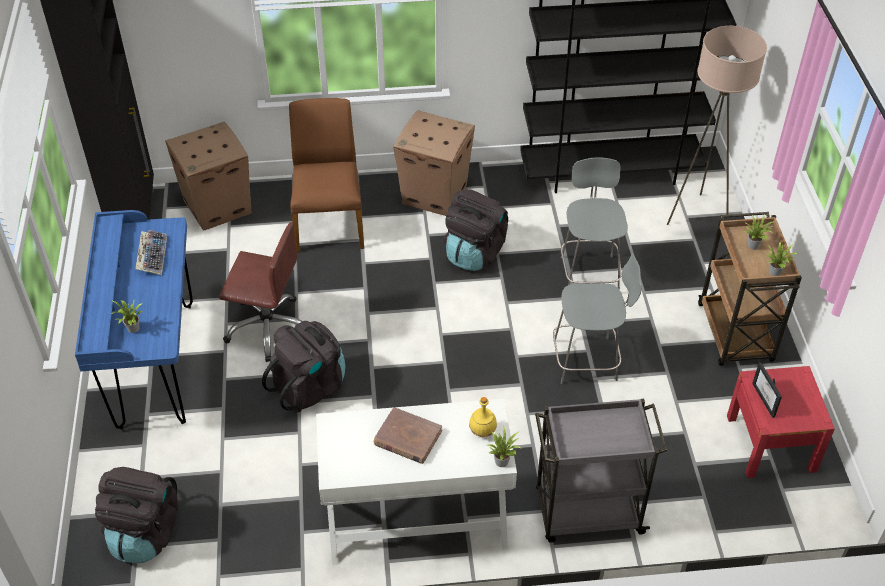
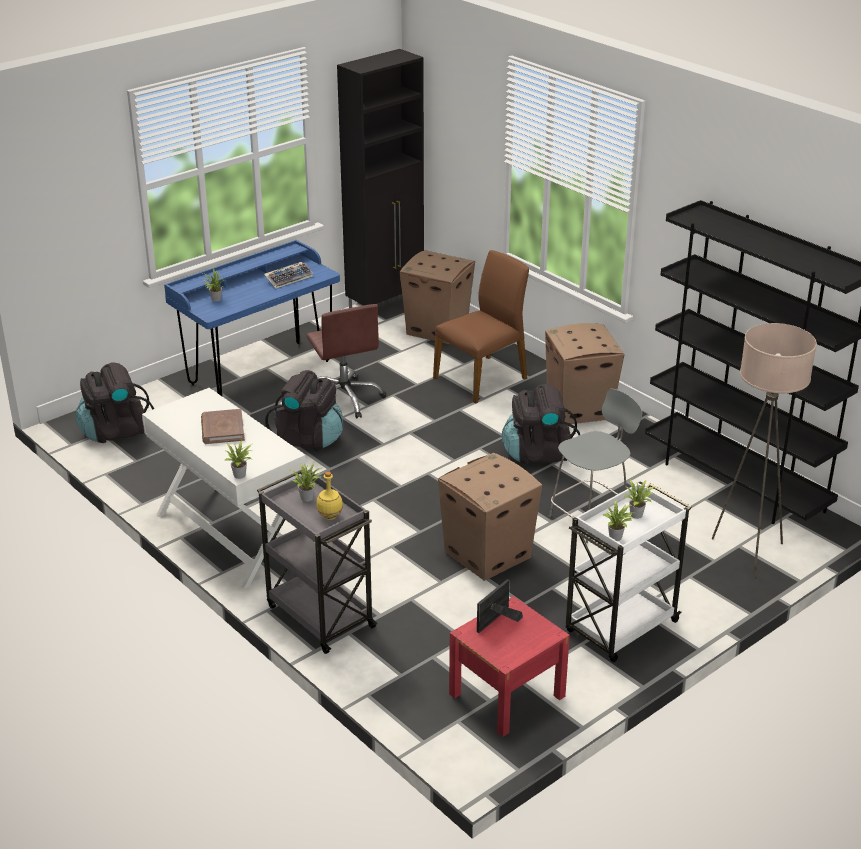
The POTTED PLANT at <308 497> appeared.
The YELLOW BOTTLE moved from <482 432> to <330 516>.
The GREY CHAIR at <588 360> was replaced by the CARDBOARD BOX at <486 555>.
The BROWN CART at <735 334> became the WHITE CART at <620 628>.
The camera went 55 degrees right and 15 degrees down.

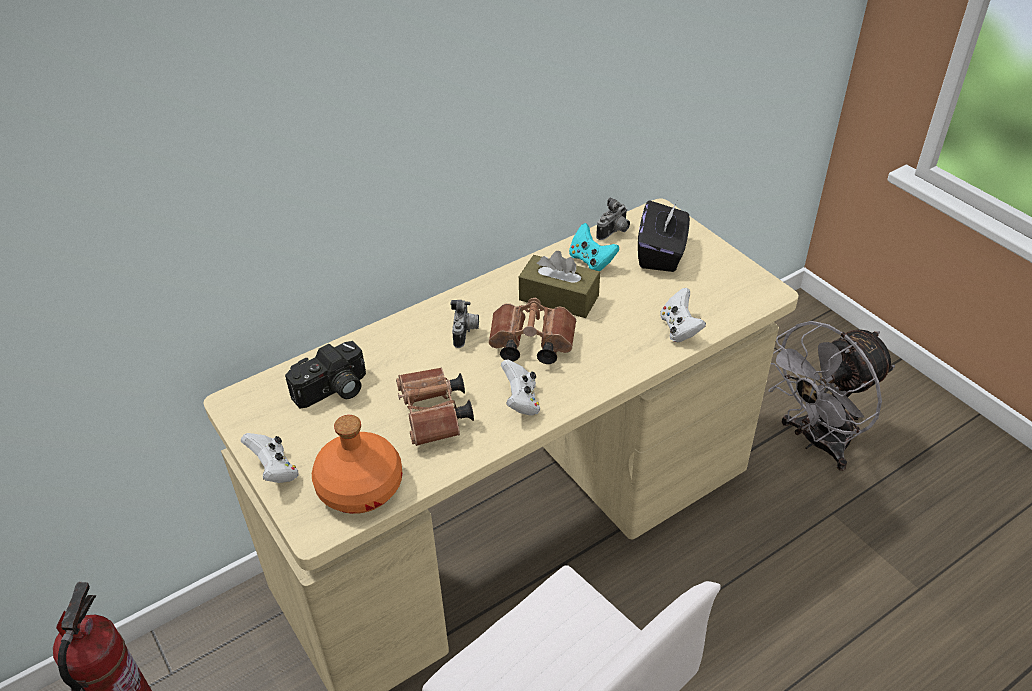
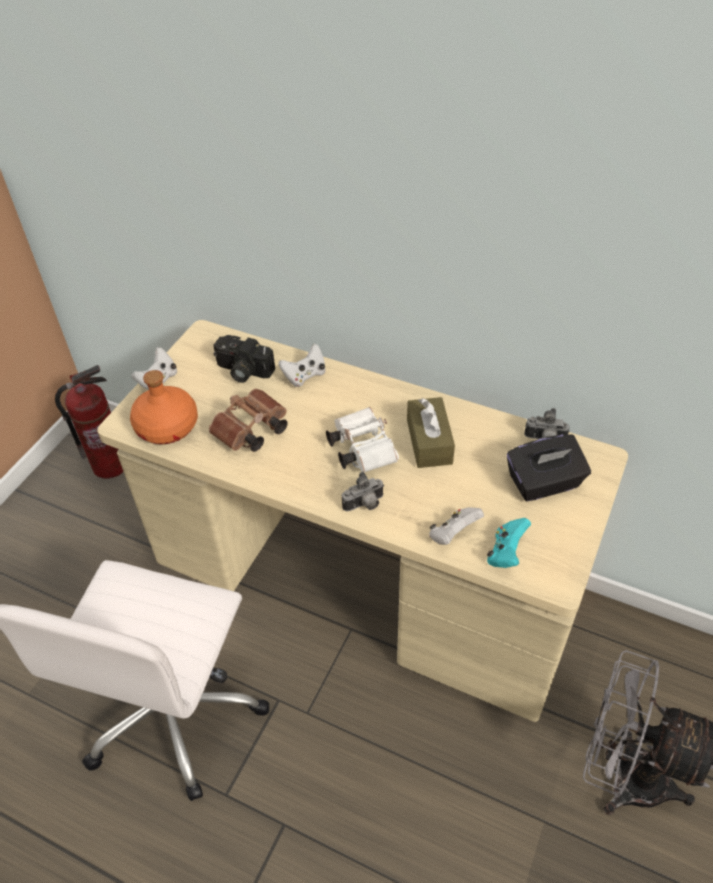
The PHOTO CAMERA moved from <466 333> to <365 505>.
The WHITE GAME CONTROLLER moved from <521 401> to <305 376>.
The TURQUOISE GAME CONTROLLER moved from <591 261> to <506 553>.
The BROWN BINOCULARS at <529 345> became the WHITE BINOCULARS at <361 448>.
The camera went 60 degrees right and 5 degrees up.

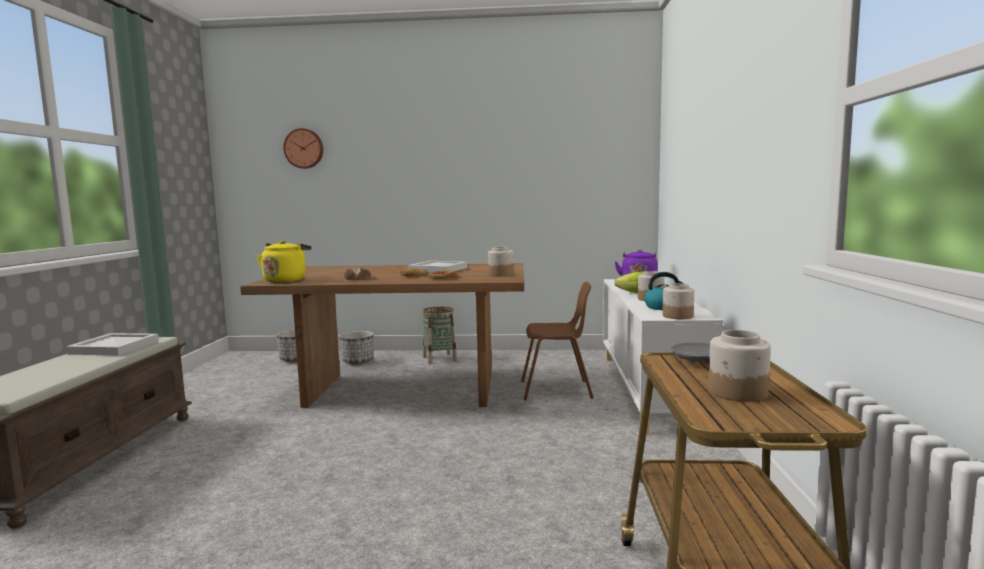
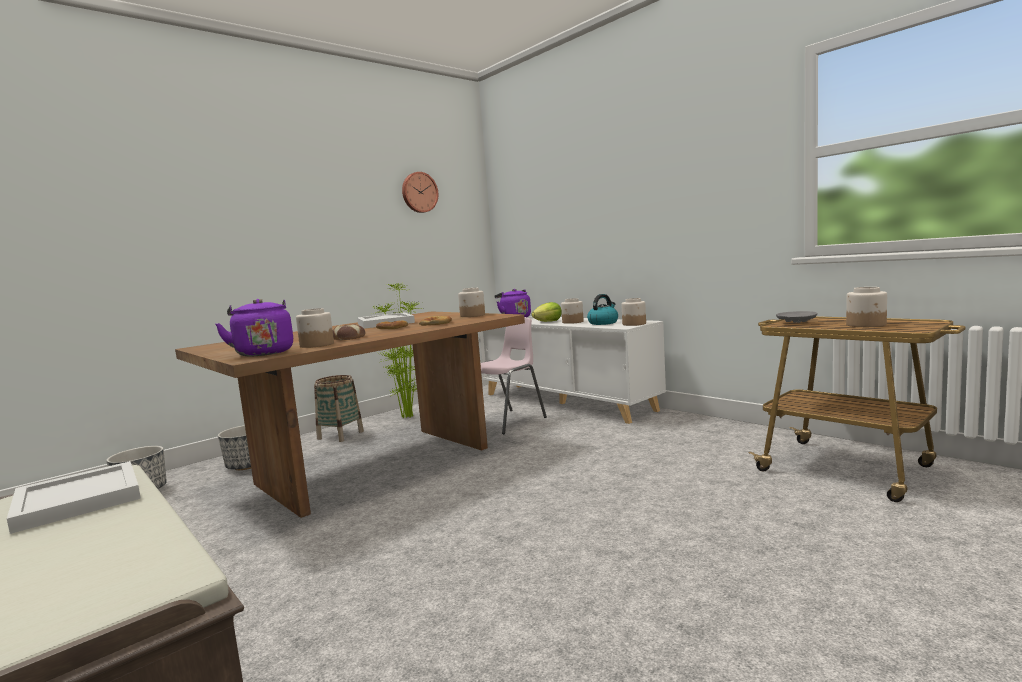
The JAR at <316 345> appeared.
The POTTED PLANT at <409 417> appeared.
The WALL CLOCK moved from <304 148> to <419 192>.
The YELLOW KETTLE at <286 280> became the PURPLE KETTLE at <263 353>.
The BROWN CHAIR at <557 390> became the PINK CHAIR at <508 421>.
The camera went 45 degrees left and 0 degrees up.

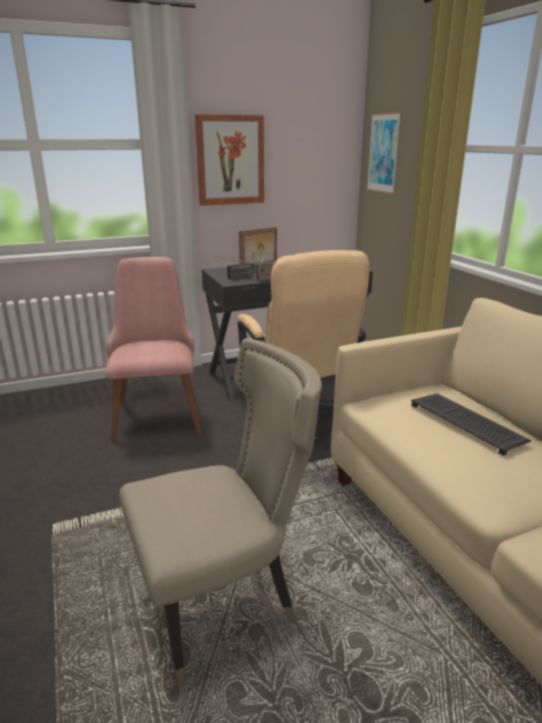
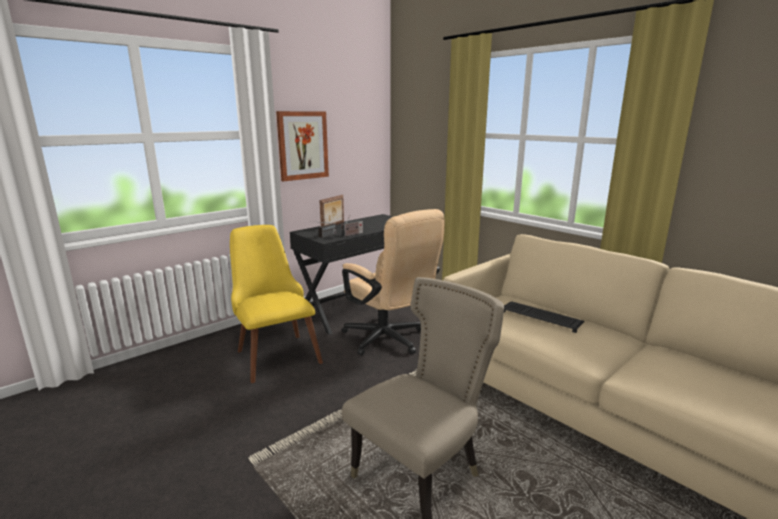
The PICTURE at <383 153> disappeared.
The PINK CHAIR at <157 410> became the YELLOW CHAIR at <274 352>.
The camera went 20 degrees left and 5 degrees down.

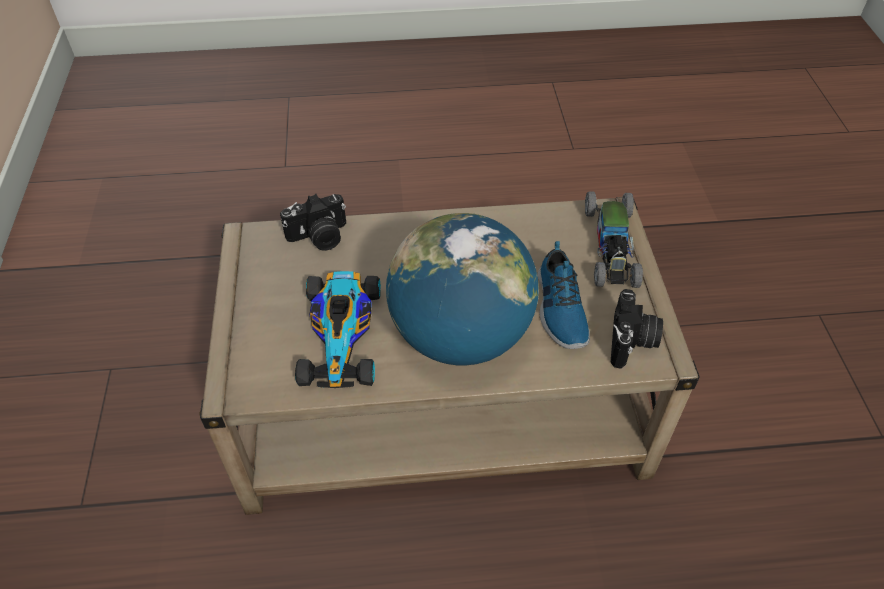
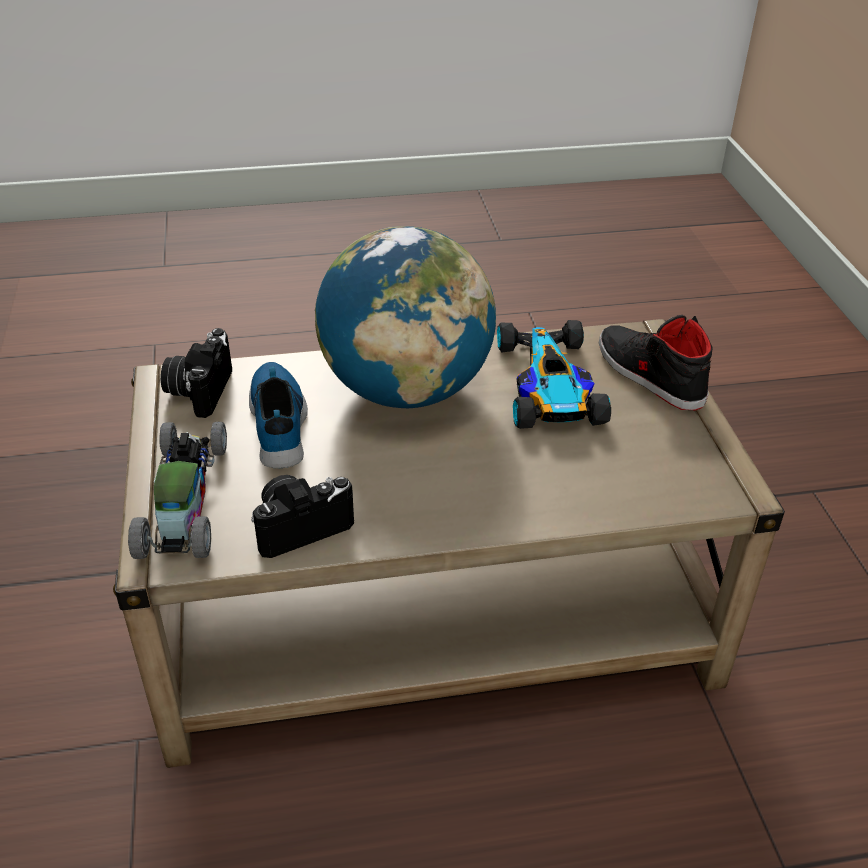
The BLACK SHOE at <648 374> appeared.
The PHOTO CAMERA moved from <319 237> to <300 526>.
The camera went 175 degrees right and 10 degrees down.

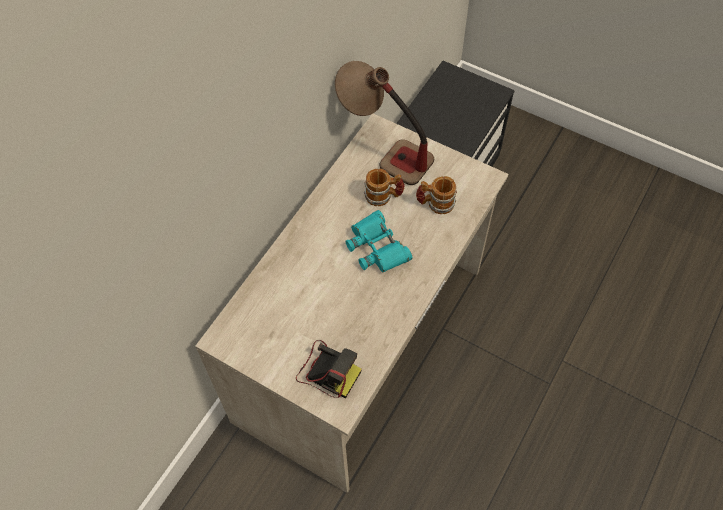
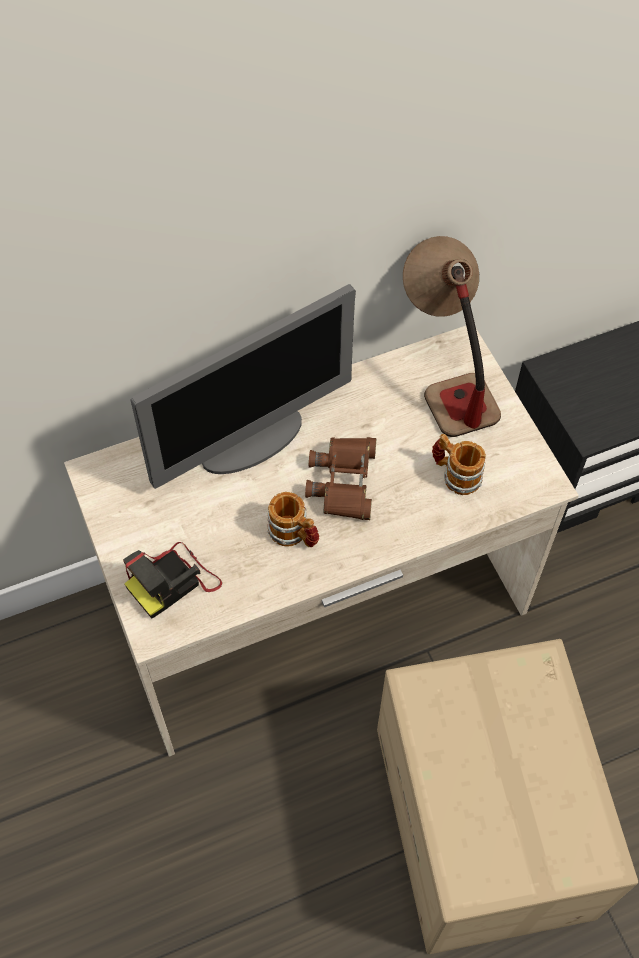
The MONITOR at <253 441> appeared.
The CARDBOARD BOX at <485 821> appeared.
The MUG moved from <383 196> to <294 535>.
The TURQUOISE BINOCULARS at <377 247> became the BROWN BINOCULARS at <344 481>.
The PHOTO CAMERA at <327 371> turned 75 degrees clockwise.
The camera went 35 degrees right and 0 degrees up.

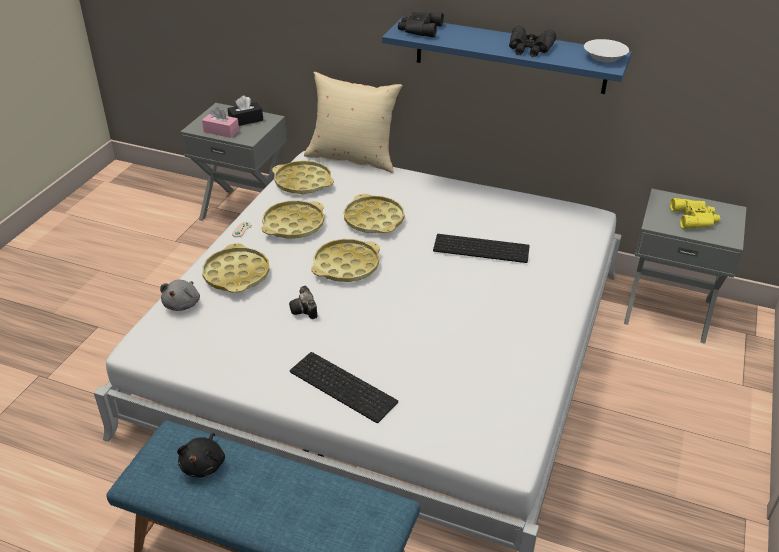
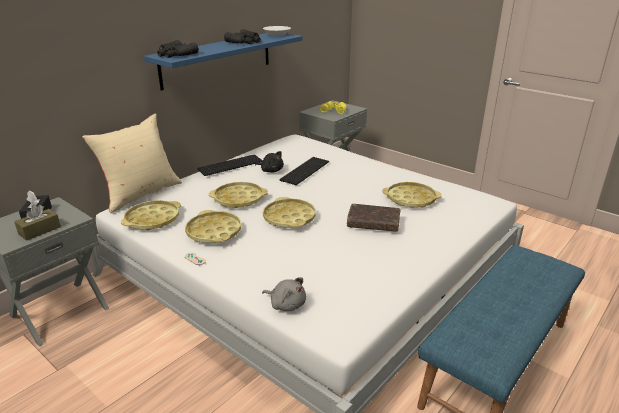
The PHOTO CAMERA at <305 310> disappeared.
The BROWN BOOK at <373 223> appeared.
The BLACK PLUSH TOY moved from <204 464> to <271 170>.
The YELLOW TRAY moved from <236 274> to <410 199>.
The KEYBOARD moved from <345 386> to <230 164>.
The PINK TISSUE BOX at <221 131> became the BROWN TISSUE BOX at <39 230>.
The camera went 70 degrees left and 10 degrees down.

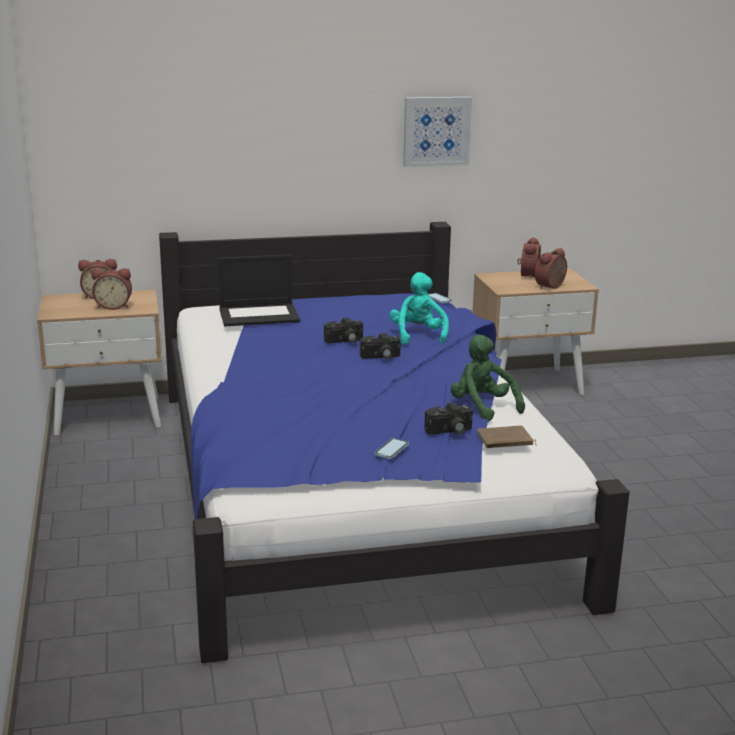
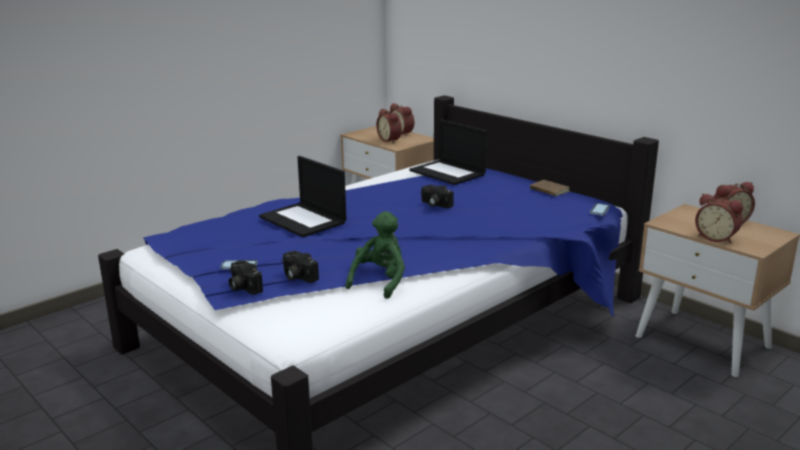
The TURQUOISE PLUSH TOY at <418 336> disappeared.
The PICTURE at <436 131> disappeared.
The LAPTOP at <304 220> appeared.
The PHOTO CAMERA moved from <380 357> to <242 287>.
The BROWN BOOK moved from <505 441> to <548 190>.
The ALARM CLOCK at <551 287> turned 150 degrees counterclockwise.
The camera went 60 degrees right and 0 degrees up.

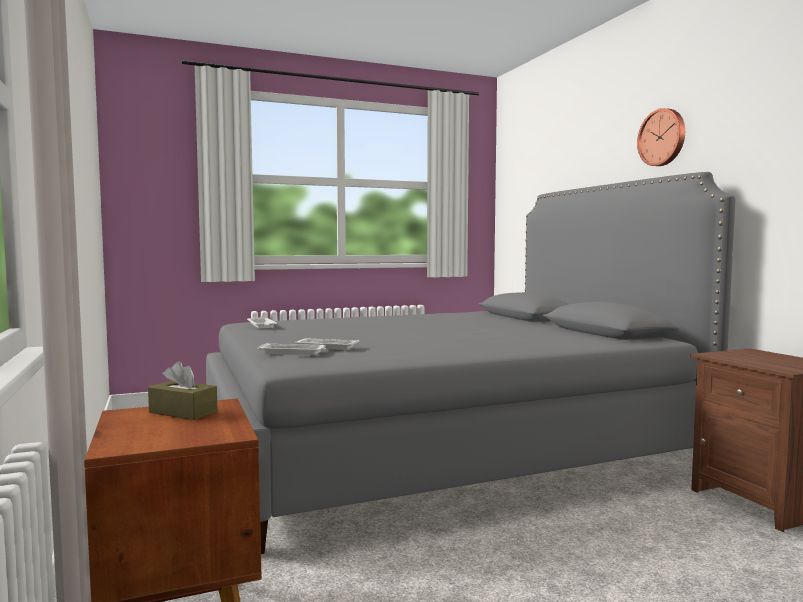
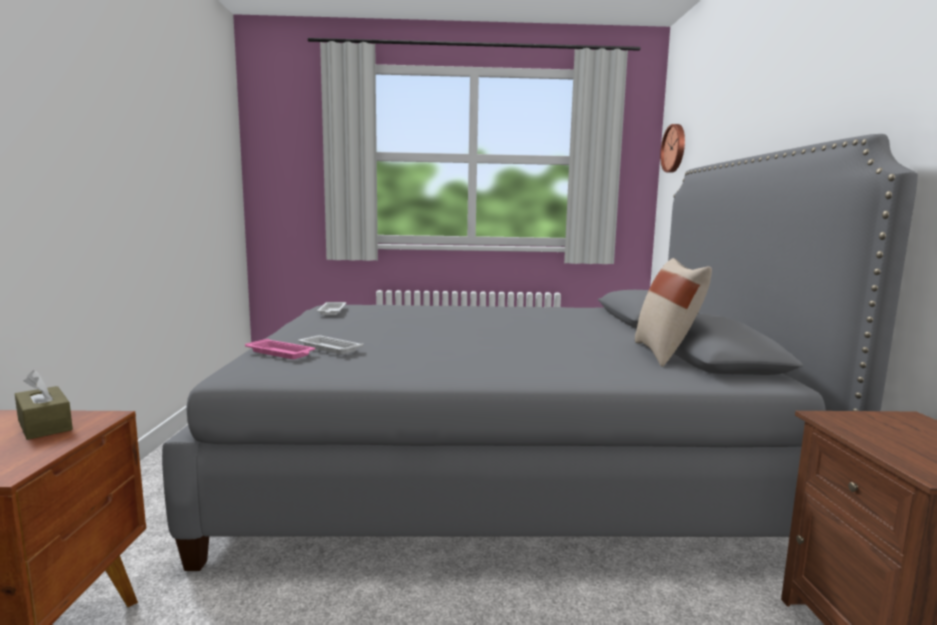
The BEIGE PILLOW at <666 354> appeared.
The WALL CLOCK moved from <663 137> to <675 148>.
The WHITE TRAY at <293 352> became the PINK TRAY at <281 353>.
The camera went 20 degrees right and 5 degrees up.

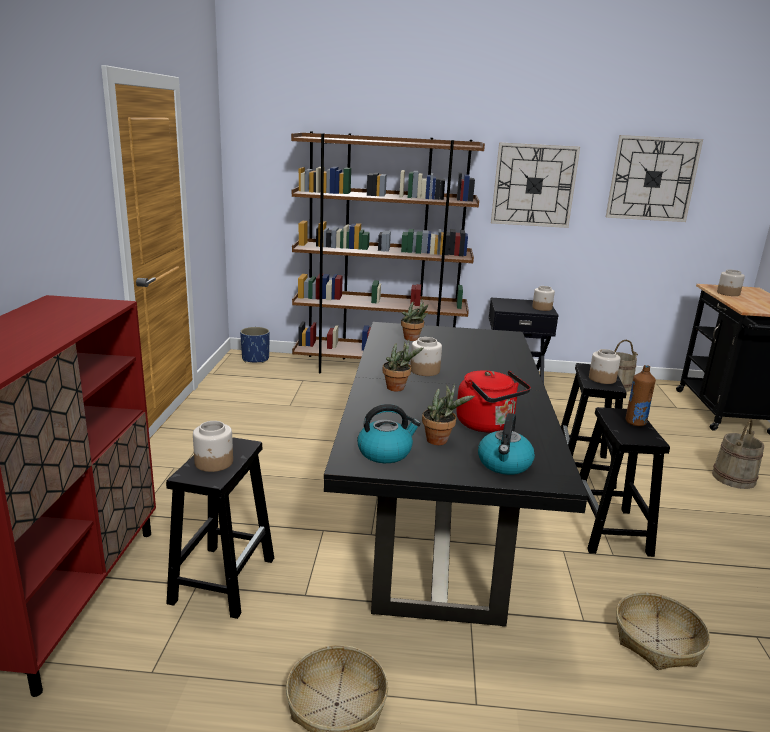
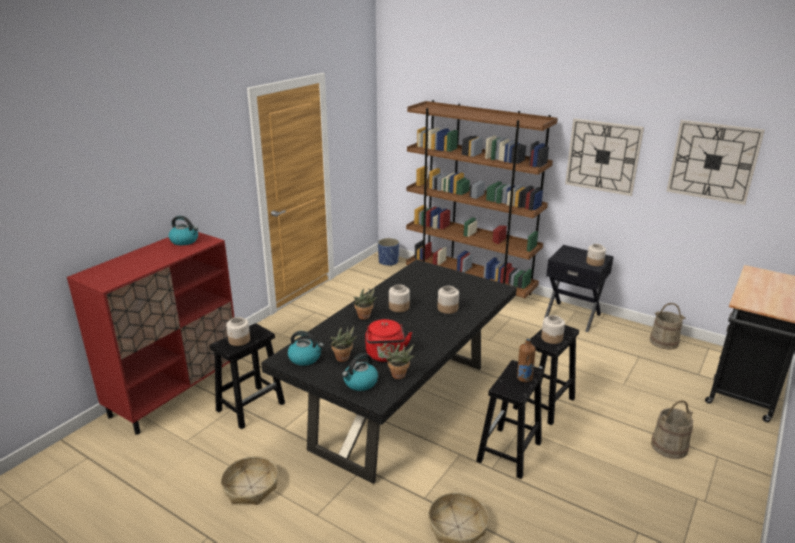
The KETTLE at <185 241> appeared.
The POTTED PLANT moved from <413 339> to <399 376>.
The JAR moved from <728 293> to <447 308>.
The camera went 30 degrees right and 5 degrees up.

